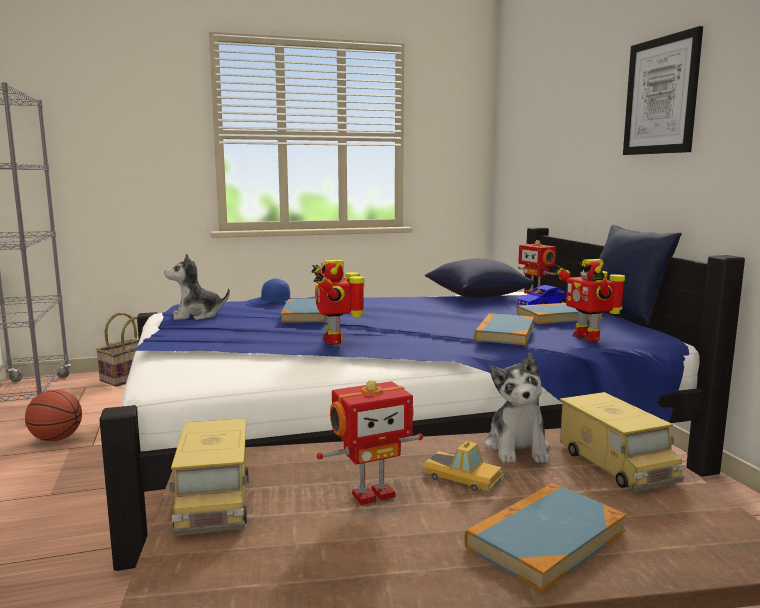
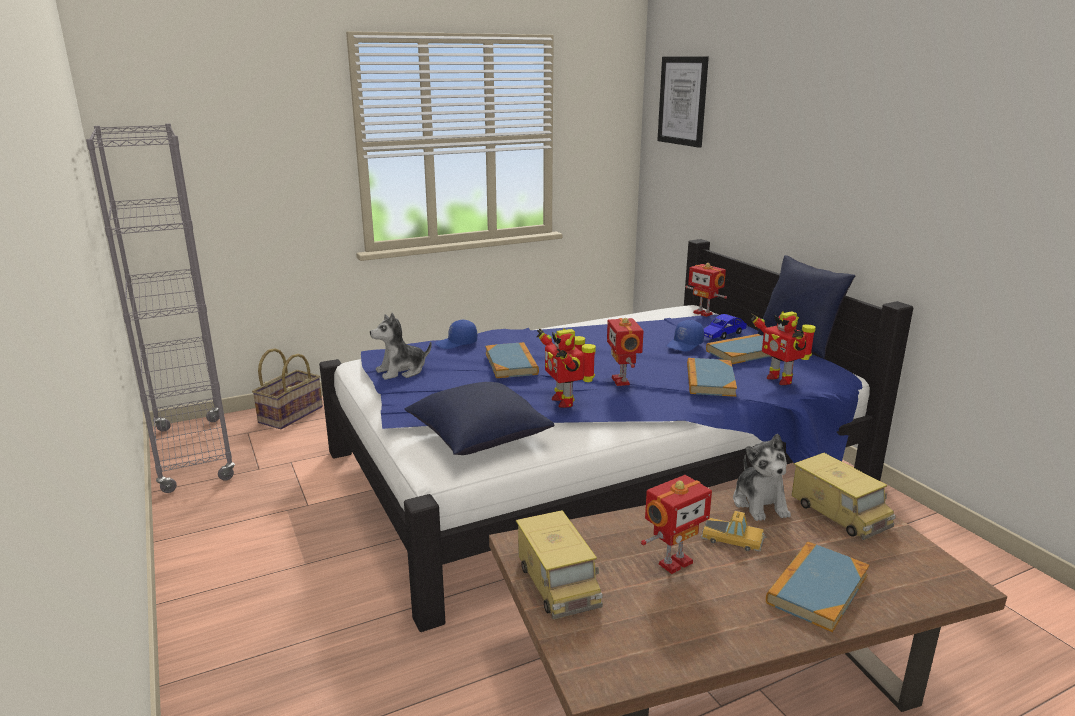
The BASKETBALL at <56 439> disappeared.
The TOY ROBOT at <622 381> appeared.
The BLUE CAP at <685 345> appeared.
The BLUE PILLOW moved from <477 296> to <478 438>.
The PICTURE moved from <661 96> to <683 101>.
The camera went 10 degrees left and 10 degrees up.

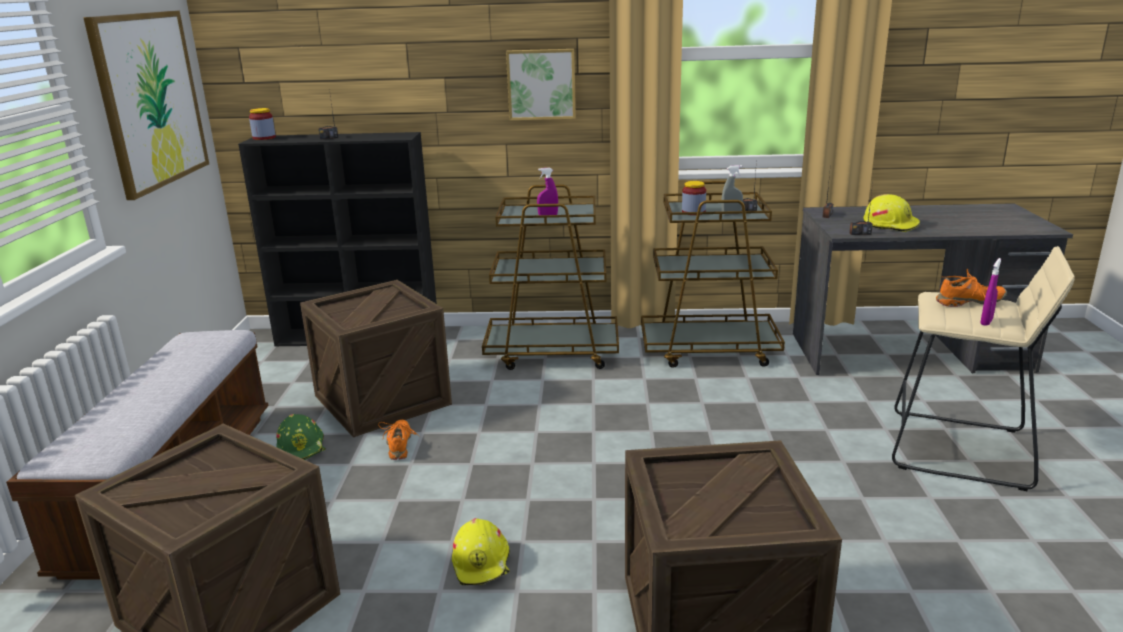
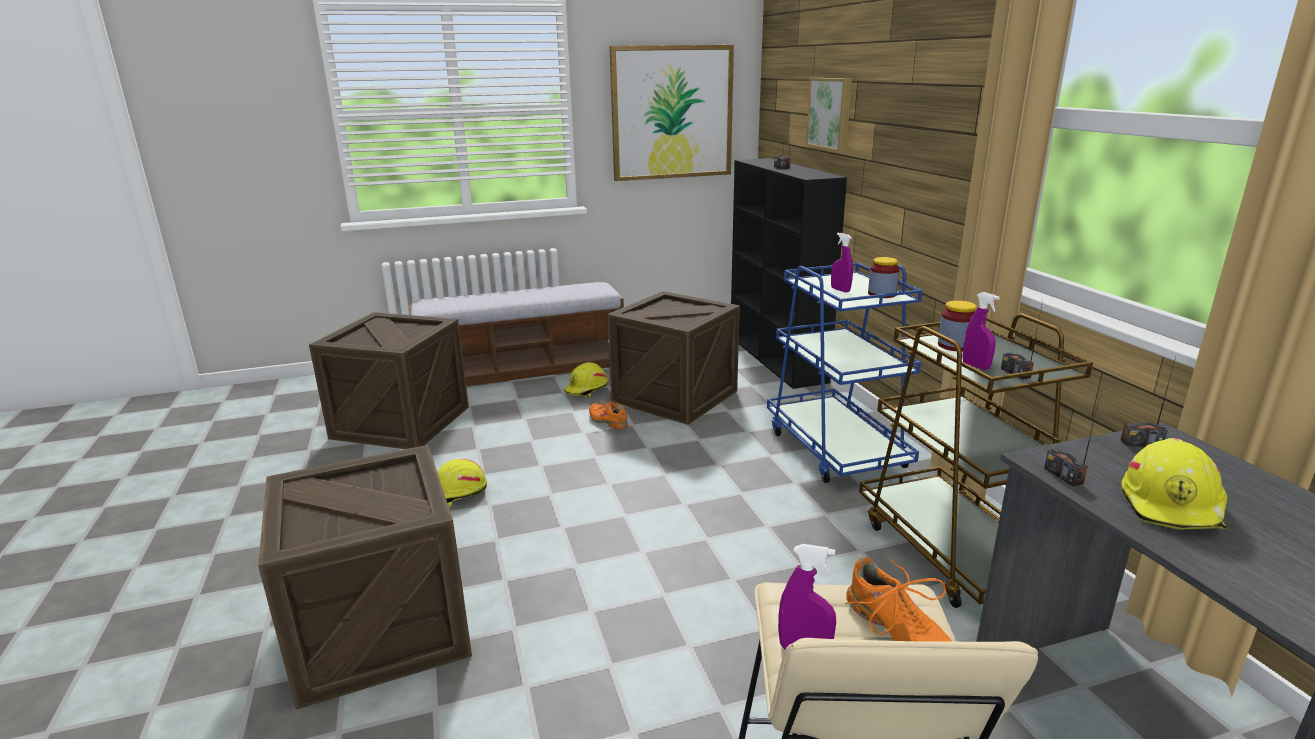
The JAR moved from <264 138> to <882 294>.
The PICTURE moved from <541 84> to <831 113>.
The GREEN HARD HAT at <302 448> became the YELLOW HARD HAT at <587 389>.
The BROWN CART at <553 352> became the BLUE CART at <835 448>.
The GREY SPRAY BOTTLE at <731 214> became the PURPLE SPRAY BOTTLE at <975 366>.
The ORANGE SHOE at <400 445> turned 105 degrees counterclockwise.
The camera went 70 degrees right and 0 degrees up.

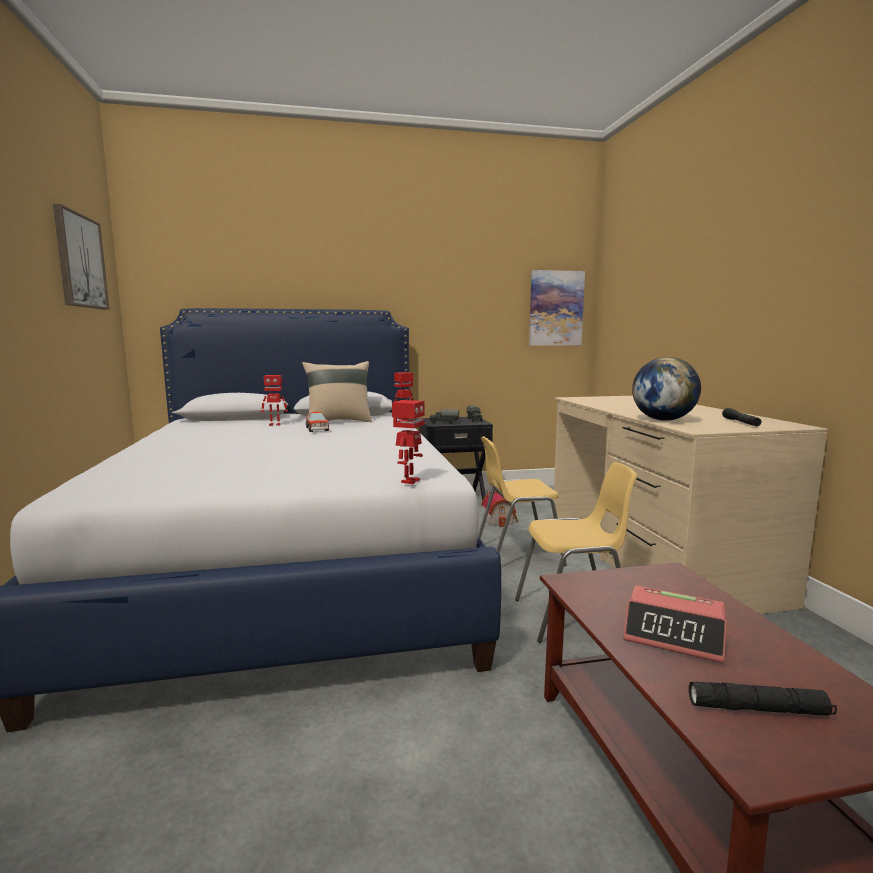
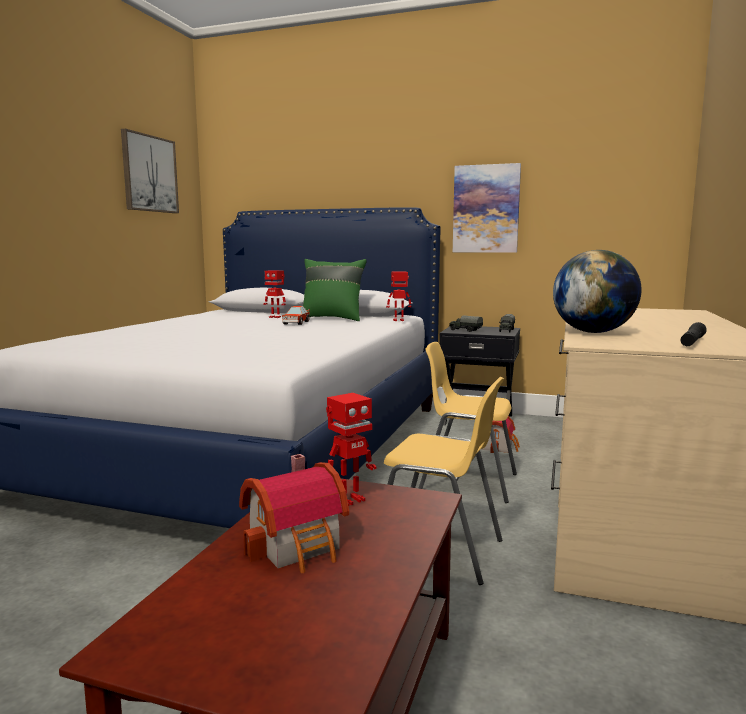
The BLACK FLASHLIGHT at <758 709> disappeared.
The TOY ROBOT moved from <409 481> to <350 500>.
The PICTURE moved from <556 308> to <486 209>.
The ALARM CLOCK at <674 635> was replaced by the TOY HOUSE at <299 545>.
The BEIGE PILLOW at <338 421> became the GREEN PILLOW at <332 319>.
The camera went 30 degrees right and 0 degrees up.

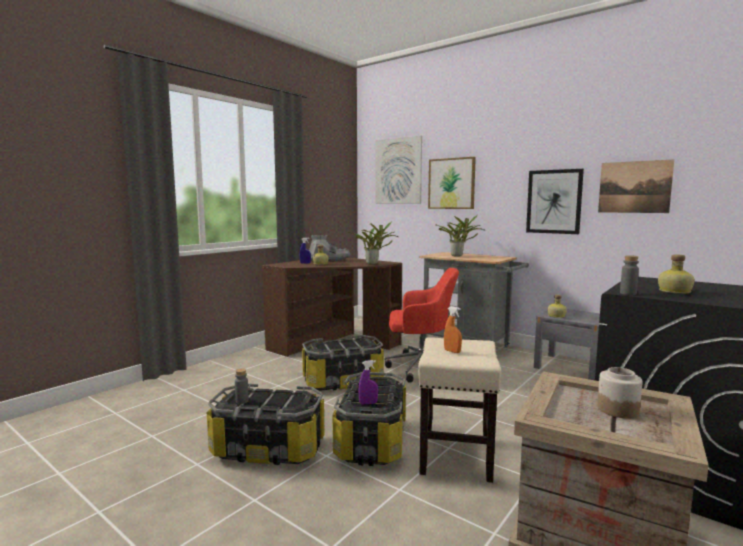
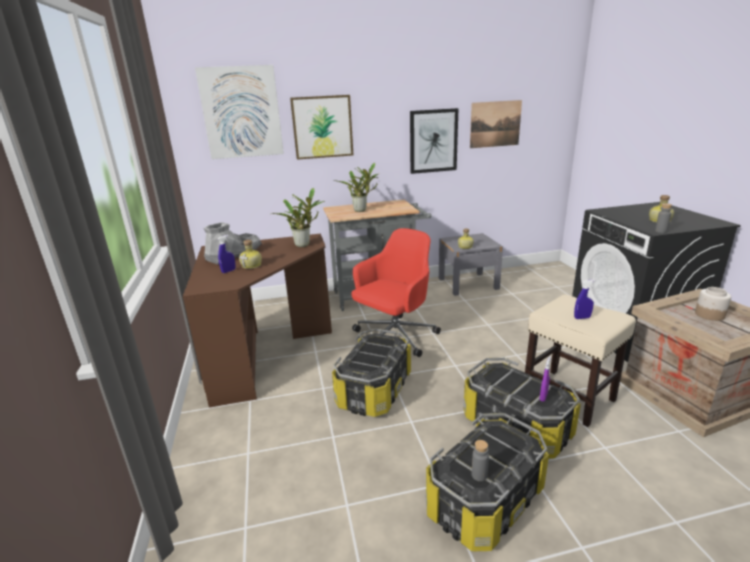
The ORANGE SPRAY BOTTLE at <452 351> became the BLUE SPRAY BOTTLE at <582 318>.
The camera went 50 degrees left and 15 degrees up.

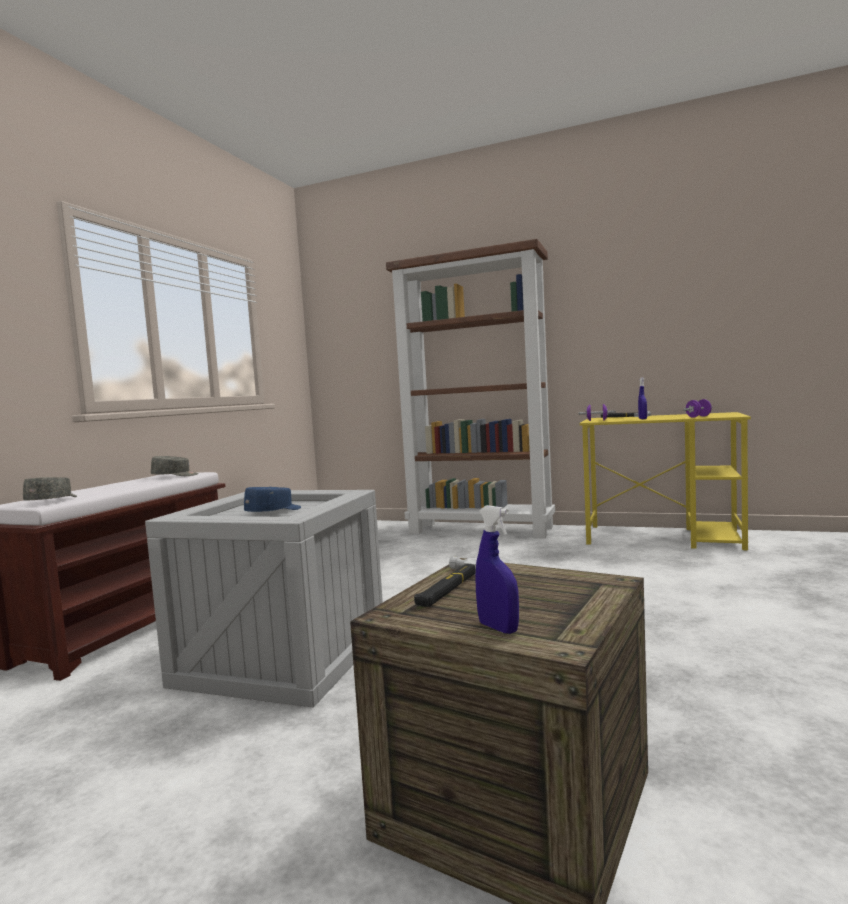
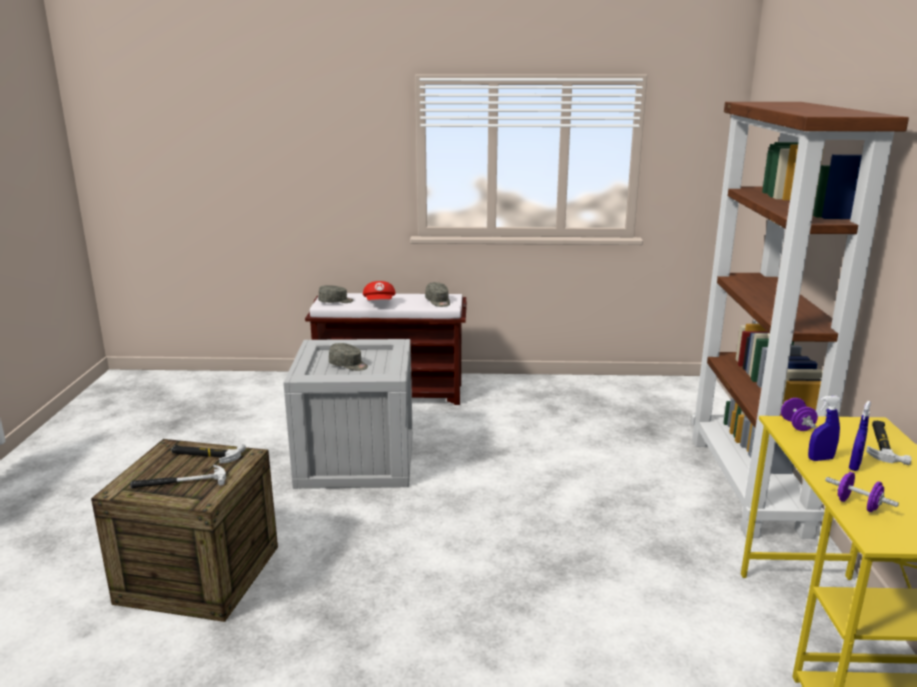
The HAMMER at <179 482> appeared.
The RED CAP at <380 303> appeared.
The BLUE SPRAY BOTTLE moved from <498 628> to <854 466>.
The BLUE CAP at <274 512> became the GREY CAP at <348 365>.
The camera went 70 degrees right and 15 degrees up.

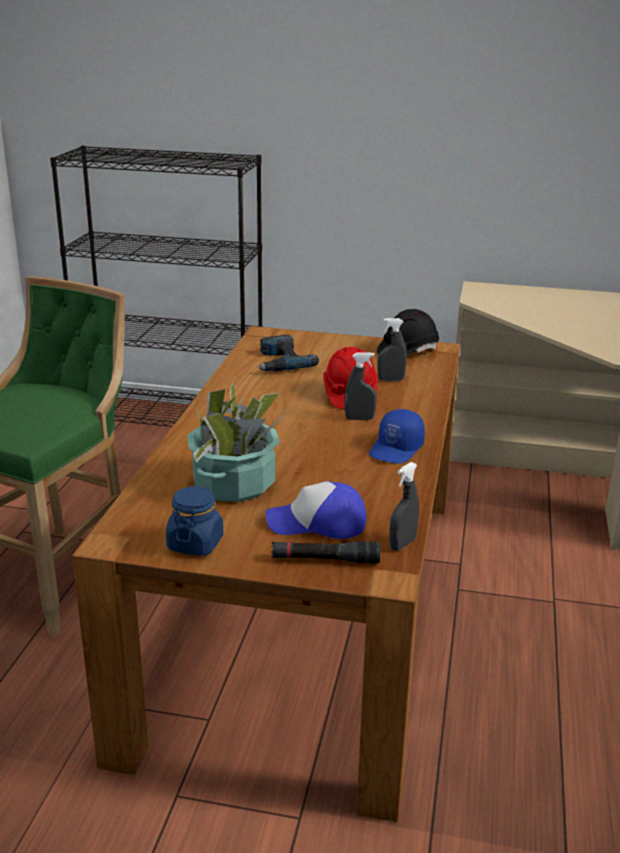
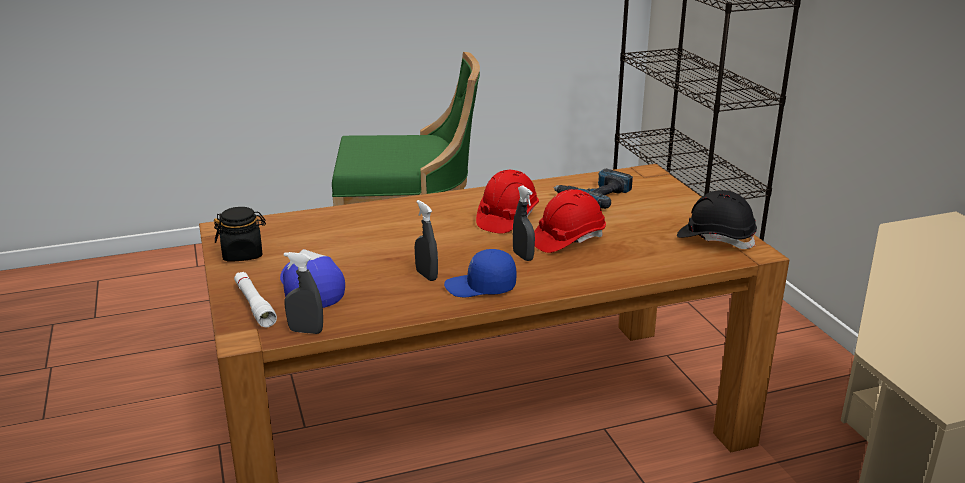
The POTTED PLANT at <234 484> disappeared.
The RED HARD HAT at <507 218> appeared.
The GREY SPRAY BOTTLE moved from <390 380> to <426 275>.
The BLUE JAR at <195 543> became the BLACK JAR at <243 254>.
The BLACK FLASHLIGHT at <325 560> became the WHITE FLASHLIGHT at <254 305>.
The camera went 60 degrees right and 0 degrees up.

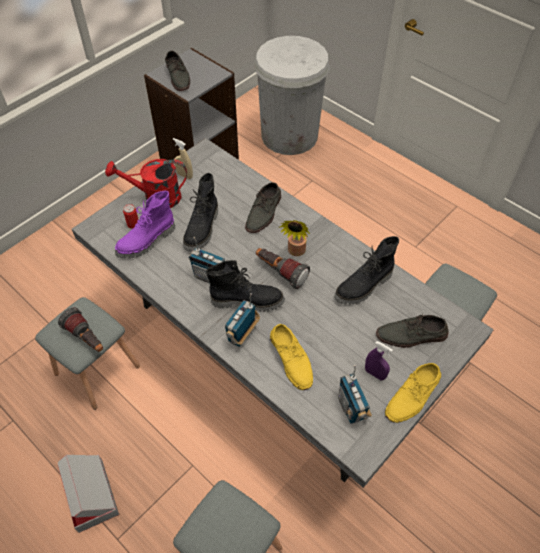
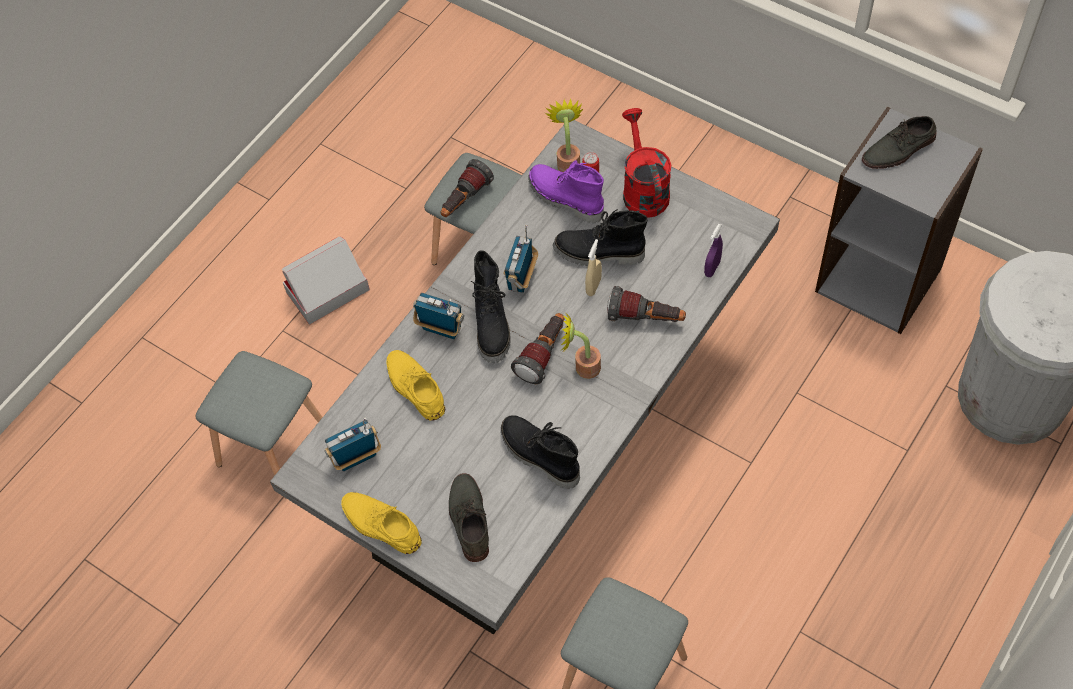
The POTTED PLANT at <568 162> appeared.
The BEIGE SPRAY BOTTLE moved from <184 175> to <593 286>.
The PURPLE SPRAY BOTTLE moved from <375 373> to <712 268>.
The GREY SHOE at <264 212> was replaced by the FLASHLIGHT at <646 318>.
The YELLOW SHOE at <292 359> turned 90 degrees clockwise.
The camera went 85 degrees right and 5 degrees up.

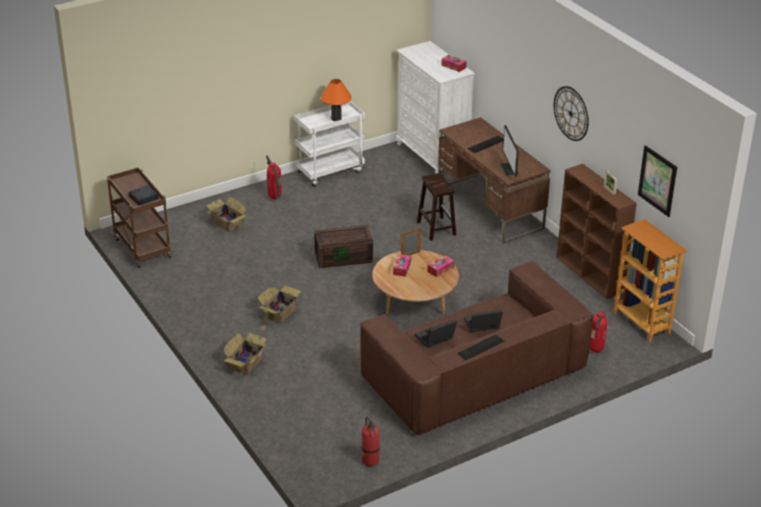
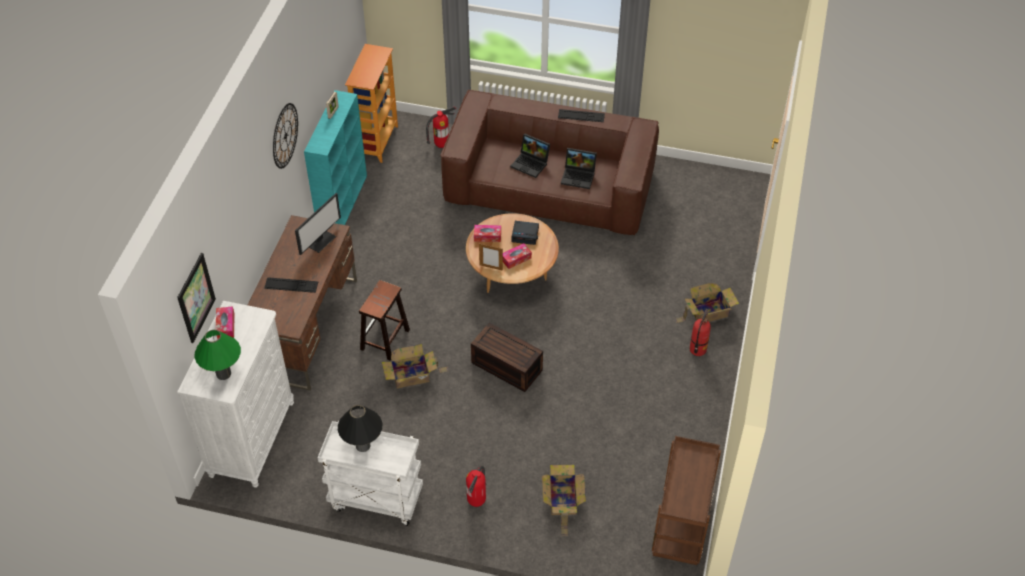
The GREEN TABLE LAMP at <223 374> appeared.
The ALARM CLOCK moved from <143 198> to <525 235>.
The CARDBOARD BOX moved from <279 313> to <412 376>.
The FIRE EXTINGUISHER moved from <370 460> to <697 349>.
The PICTURE moved from <657 180> to <196 298>.
The ORANGE TABLE LAMP at <336 118> became the BLACK TABLE LAMP at <363 445>.
The BROWN BOOKCASE at <590 275> became the TURQUOISE BOOKCASE at <342 203>.
The camera went 135 degrees left and 15 degrees up.

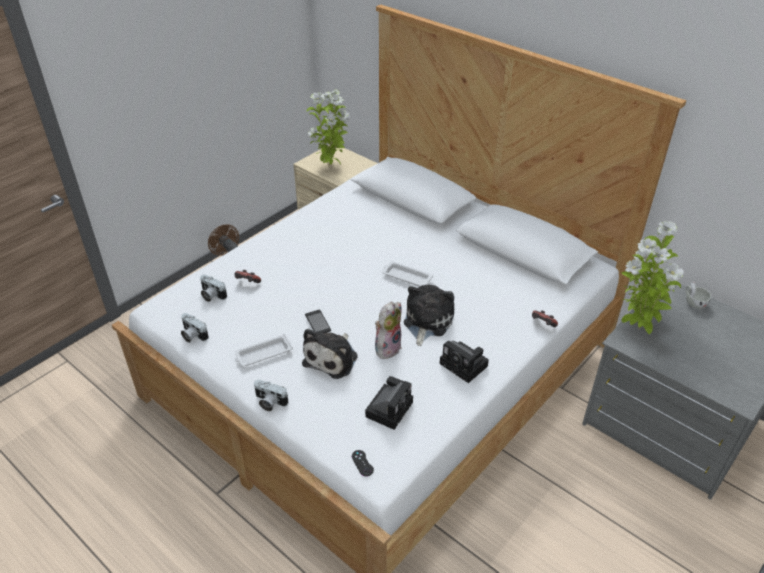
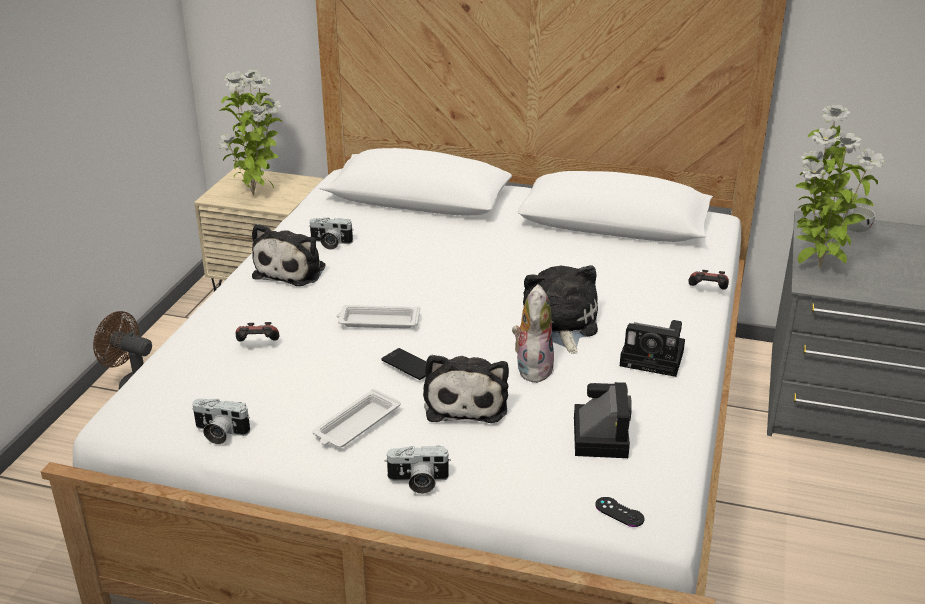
The PLUSH TOY at <292 270> appeared.
The PHOTO CAMERA moved from <211 295> to <330 243>.
The WHITE TRAY moved from <406 277> to <377 321>.
The camera went 25 degrees left and 10 degrees down.

